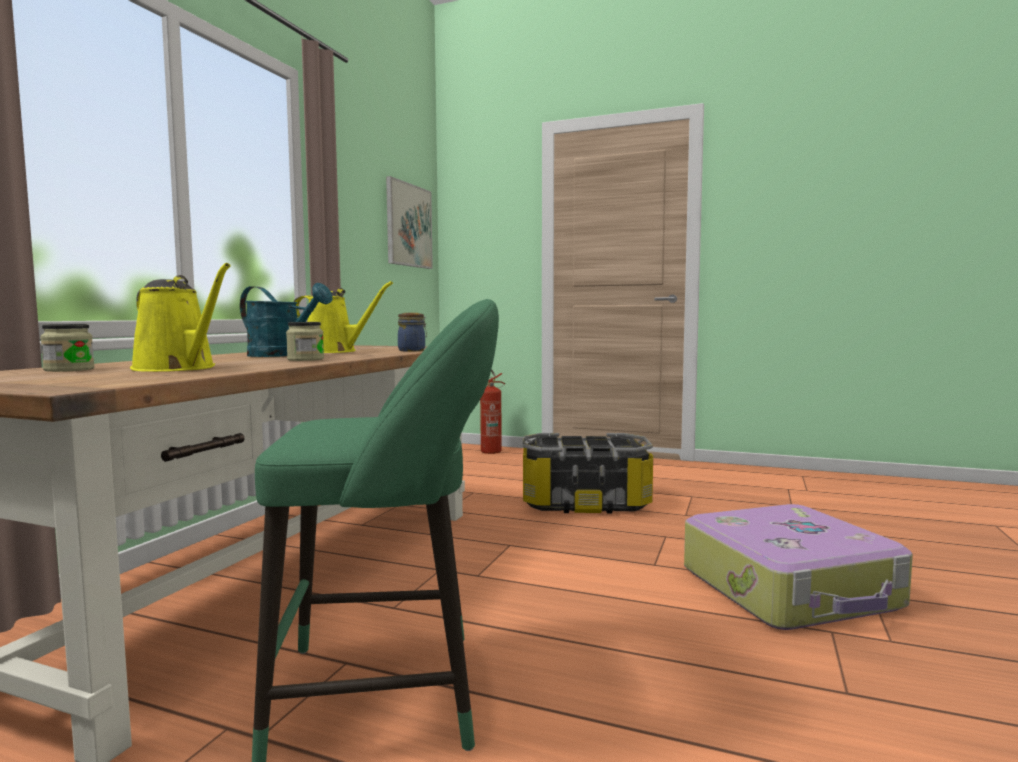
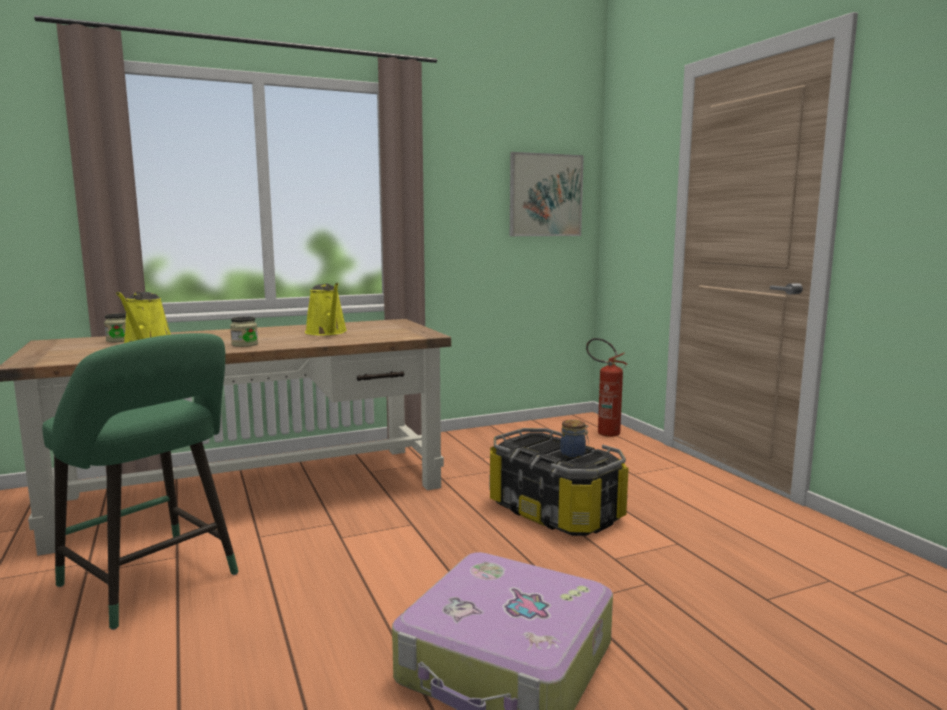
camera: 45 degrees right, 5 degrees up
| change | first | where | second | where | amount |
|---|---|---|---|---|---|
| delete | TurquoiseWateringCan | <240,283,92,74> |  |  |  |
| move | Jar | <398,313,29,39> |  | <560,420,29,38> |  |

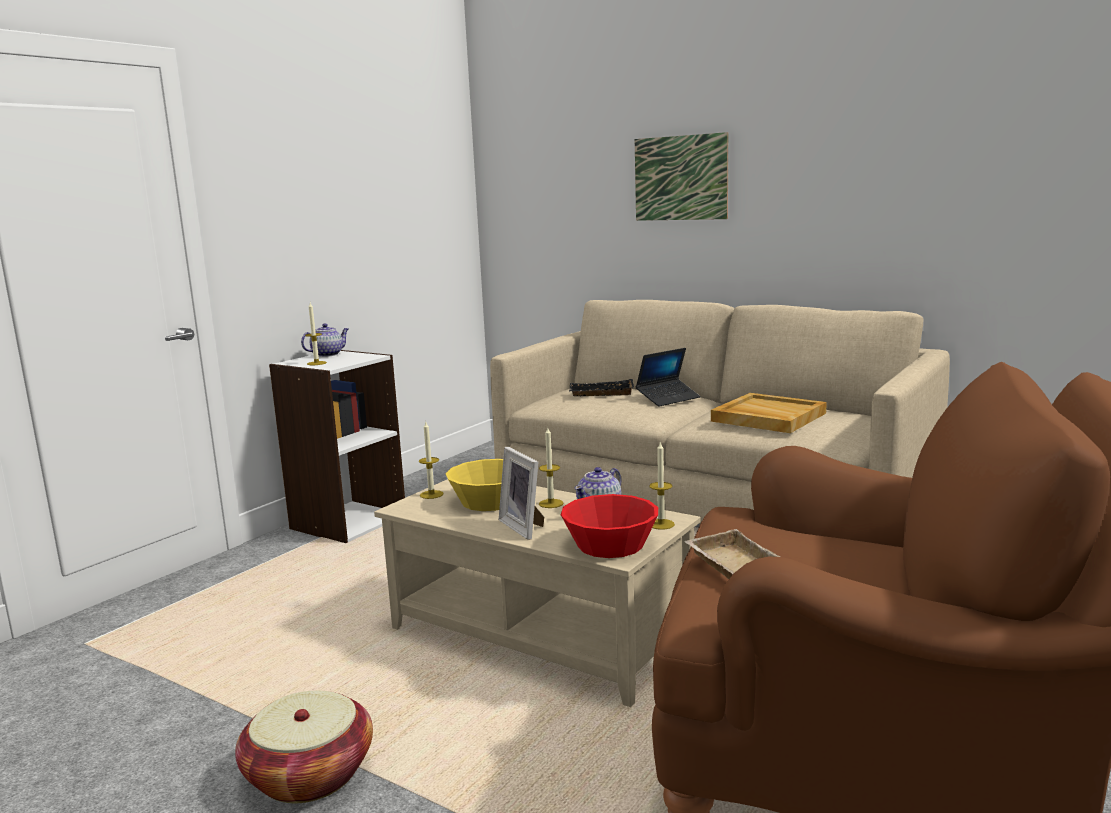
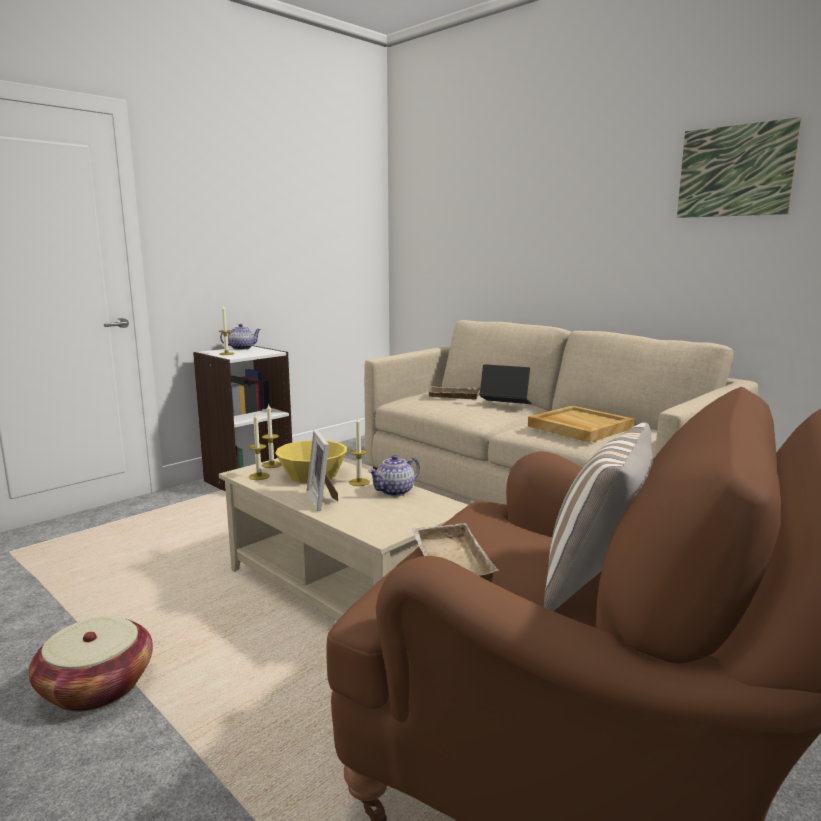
camera: 10 degrees right, 0 degrees up
| change | first | where | second | where | amount |
|---|---|---|---|---|---|
| delete | RedBowl | <561,494,97,64> |  |  |  |
| recolor | BlackTray | <569,379,65,17> | BeigeTray | <426,386,54,13> |  |
| move | Picture | <635,132,93,89> |  | <677,117,125,101> |  |
| rotate | Laptop | <635,348,65,59> |  | <479,364,53,40> | 135 degrees counterclockwise |
| move | Candle | <649,443,26,87> |  | <248,413,22,67> |  |
| insert |  |  | Pillow | <544,422,109,189> |  |

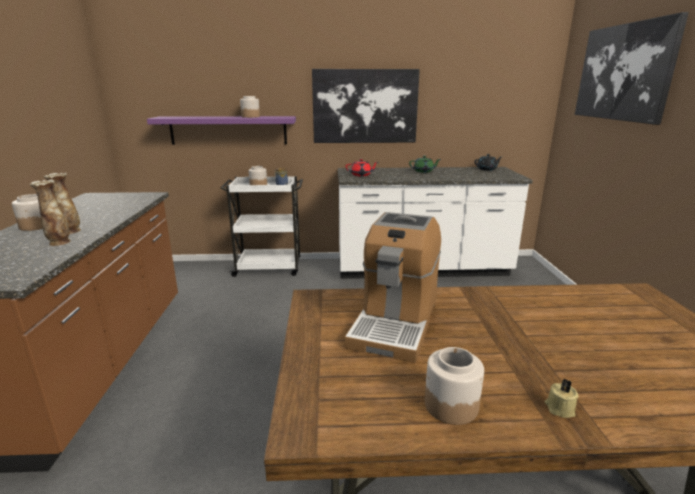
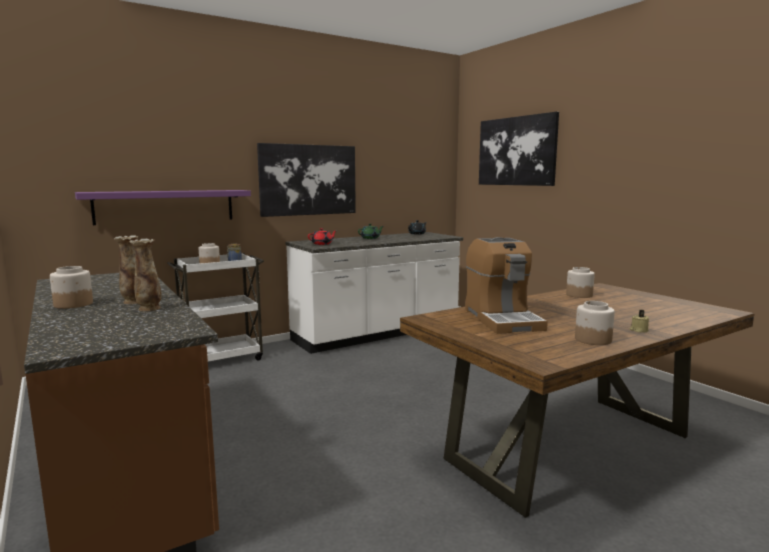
camera: 30 degrees left, 10 degrees down
| change | first | where | second | where | amount |
|---|---|---|---|---|---|
| move | Jar | <240,96,20,22> |  | <566,267,29,31> |  |

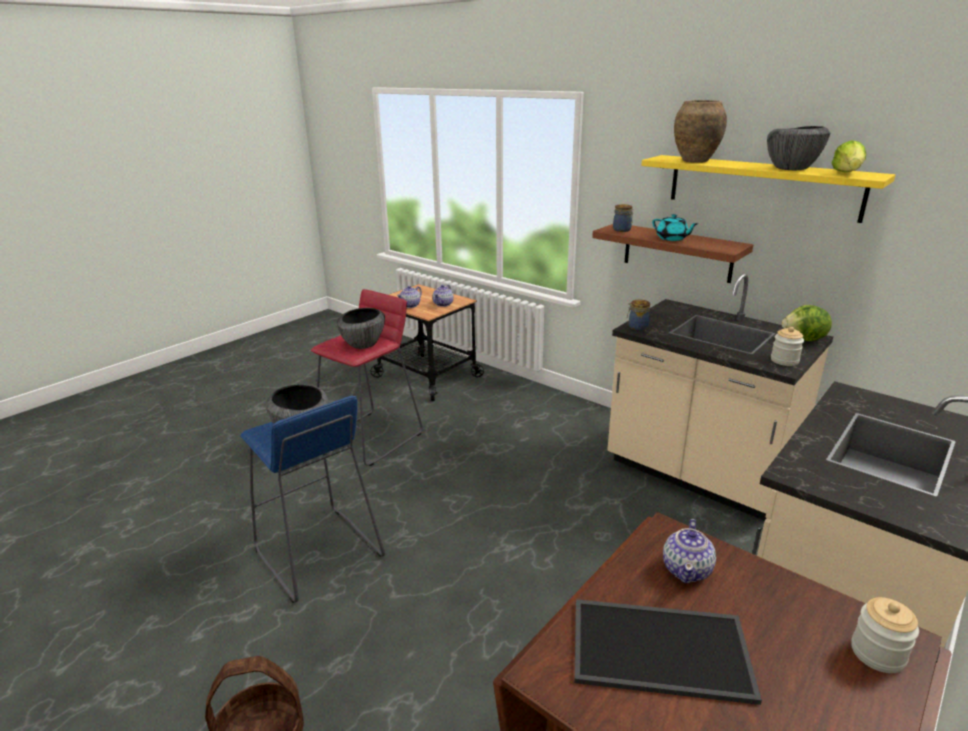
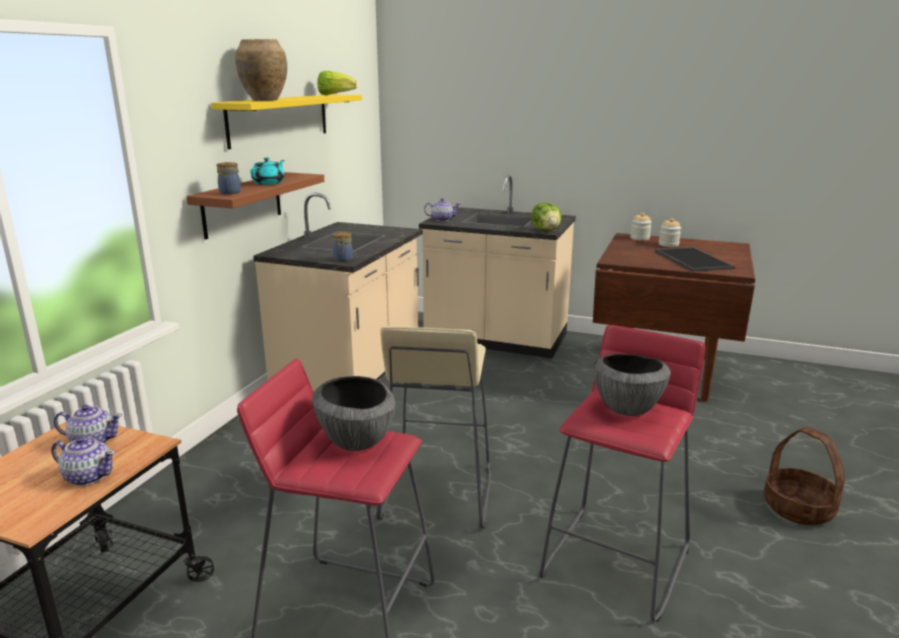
camera: 110 degrees left, 5 degrees down
| change | first | where | second | where | amount |
|---|---|---|---|---|---|
| recolor | BlueStool | <240,396,145,207> | RedStool | <539,325,166,297> |  |
| move | Teapot | <663,519,53,64> |  | <424,198,36,23> |  |
| delete | Bowl | <767,126,63,44> |  |  |  |
| move | Jar | <771,327,33,39> |  | <659,218,22,29> |  |
| move | Lettuce | <782,305,50,36> |  | <531,203,31,28> |  |
| insert |  |  | BeigeStool | <376,326,116,203> |  |

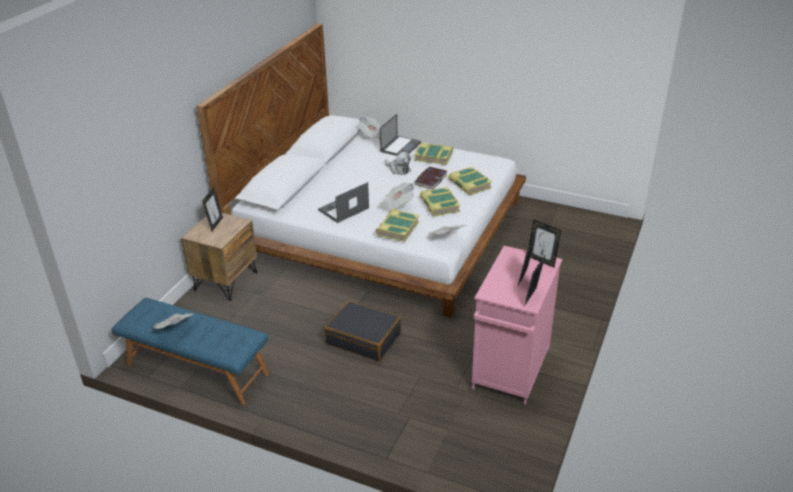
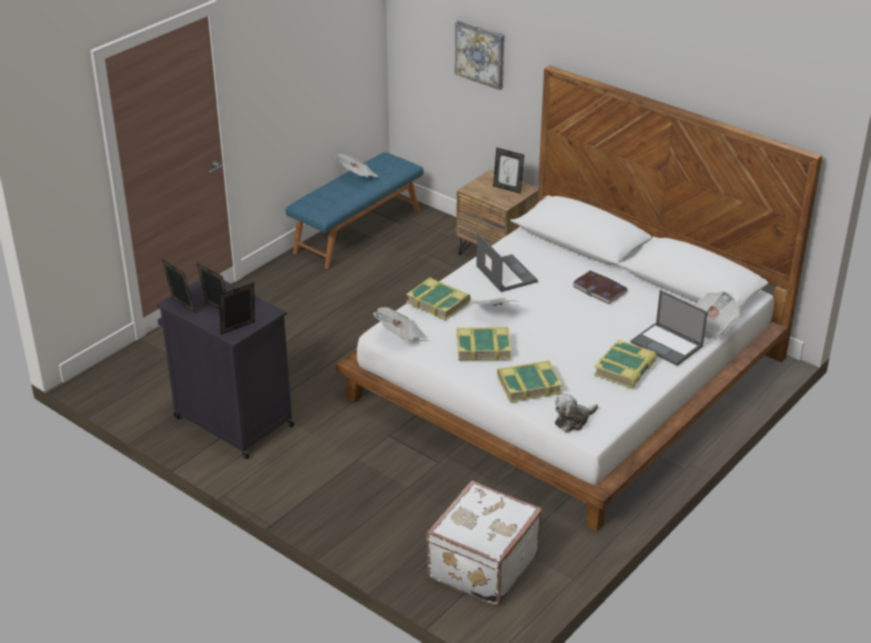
camera: 105 degrees right, 0 degrees up
| change | first | where | second | where | amount |
|---|---|---|---|---|---|
| delete | BlackSuitcase | <325,301,76,60> |  |  |  |
| move | PlushToy | <385,152,26,23> |  | <555,394,43,38> |  |
| move | Book | <415,167,32,22> |  | <572,271,55,33> |  |
| recolor | PinkCabinet | <472,246,90,159> | BlackCabinet | <157,279,137,180> |  |
| insert |  |  | WhiteSuitcase | <426,480,116,125> |  |
| insert |  |  | Picture | <455,20,50,70> |  |

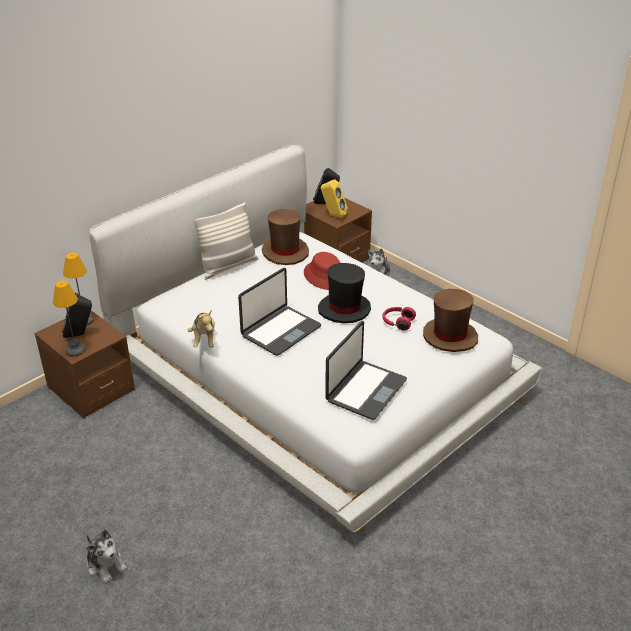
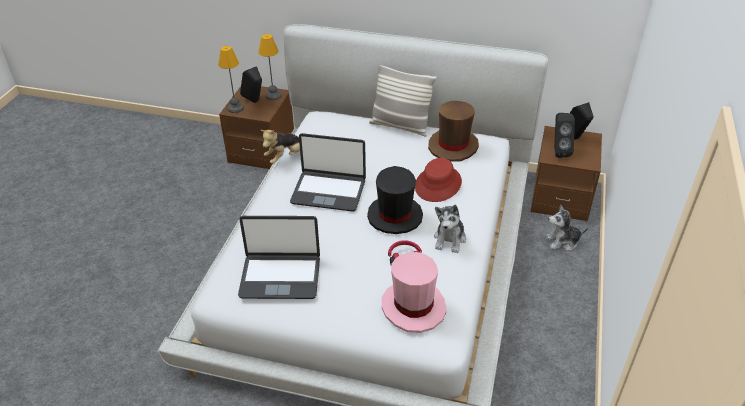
camera: 60 degrees right, 5 degrees up
| change | first | where | second | where | amount |
|---|---|---|---|---|---|
| move | PlushToy | <86,530,41,53> |  | <434,205,32,48> |  |
| recolor | YellowSpeaker | <321,179,27,39> | BlackSpeaker | <554,113,21,45> |  |
| recolor | BrownHat | <423,289,55,63> | PinkHat | <381,252,66,81> |  |

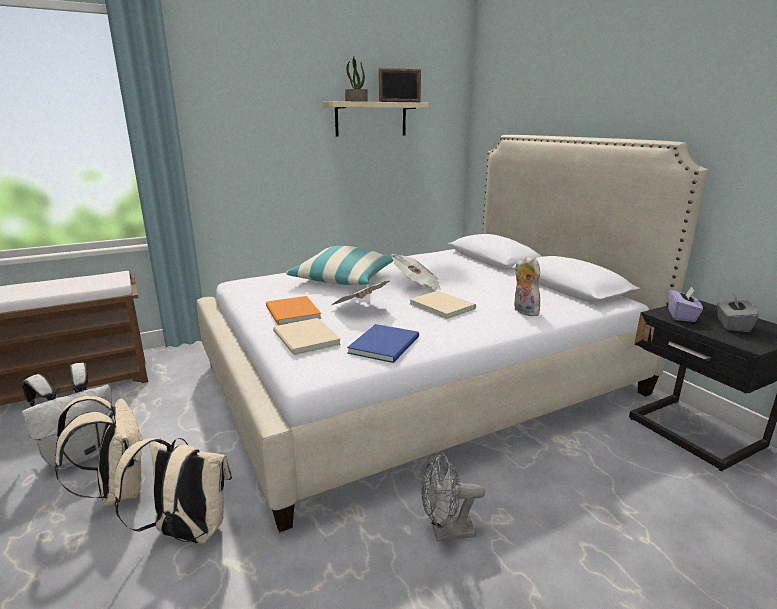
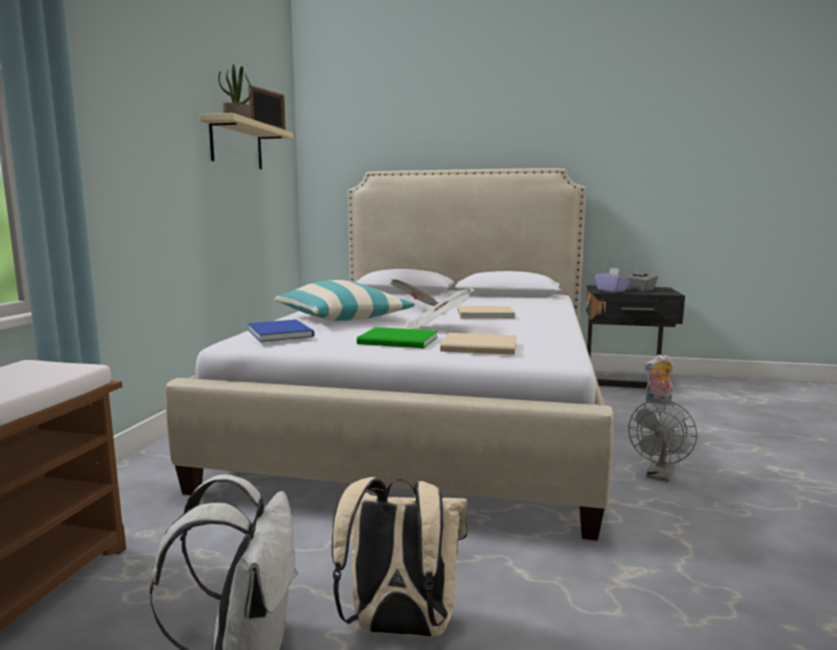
camera: 50 degrees left, 10 degrees down
| change | first | where | second | where | amount |
|---|---|---|---|---|---|
| delete | BeigeBackpack | <114,438,118,106> |  |  |  |
| recolor | OrangeBook | <266,296,56,29> | GreenBook | <357,327,81,21> |  |
| move | BlueBook | <347,324,72,39> |  | <248,320,66,22> |  |
| move | PlushToy | <514,256,26,60> |  | <643,355,30,50> |  |

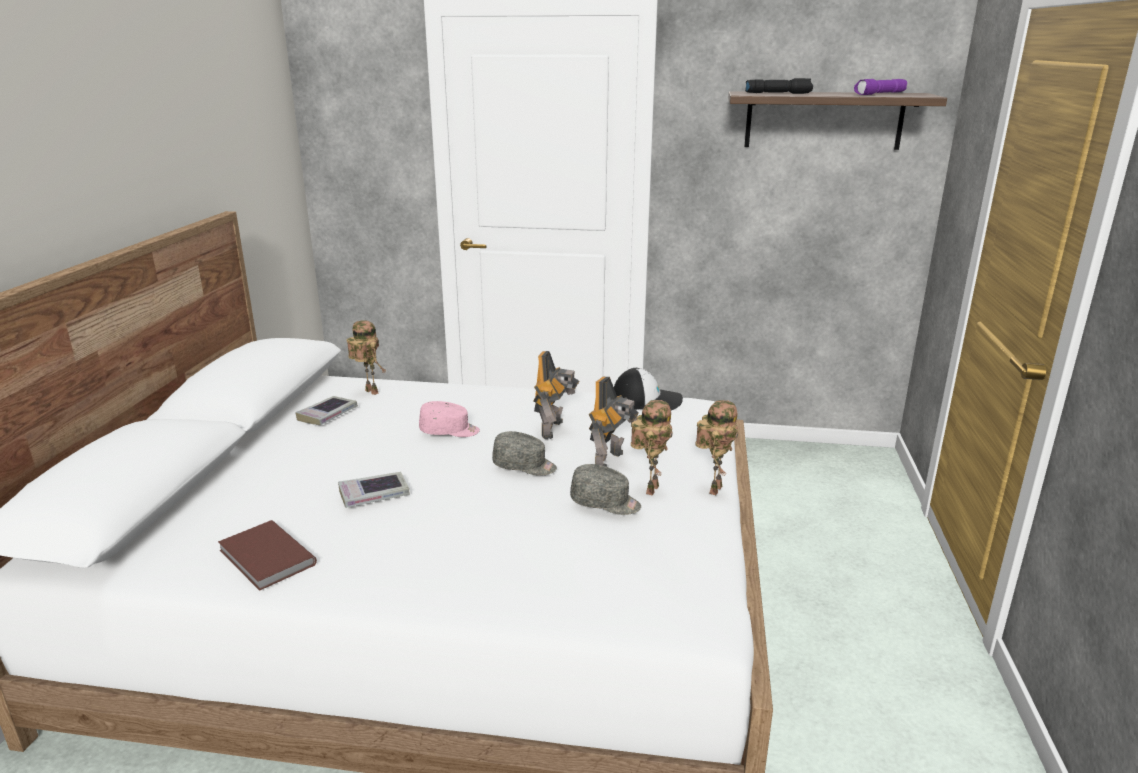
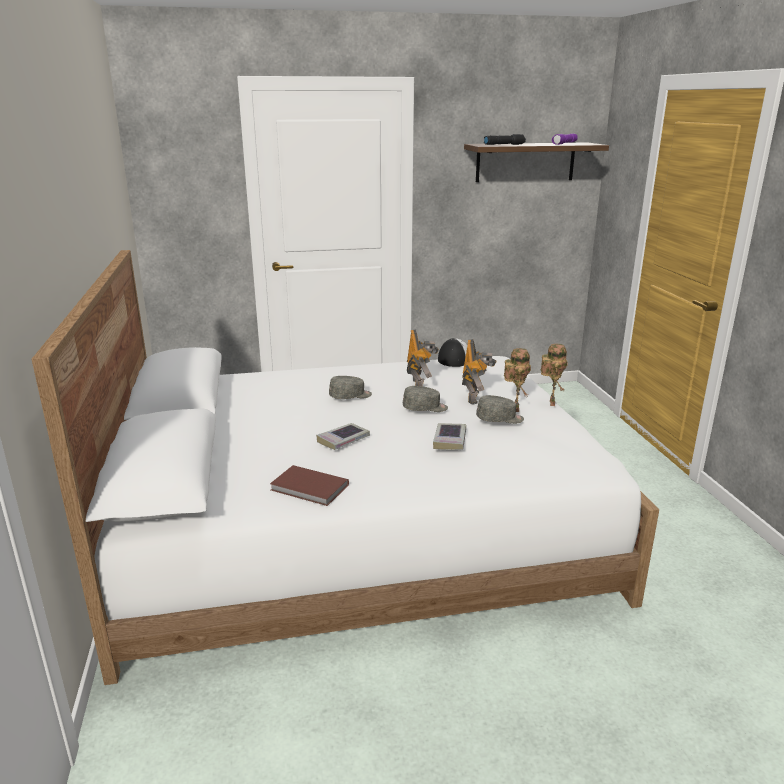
camera: 20 degrees left, 0 degrees up
| change | first | where | second | where | amount |
|---|---|---|---|---|---|
| move | Book | <295,396,63,29> |  | <433,423,33,27> |  |
| delete | ToyRobot | <347,320,39,75> |  |  |  |
| recolor | PinkCap | <419,401,61,36> | GreyCap | <329,376,43,23> |  |

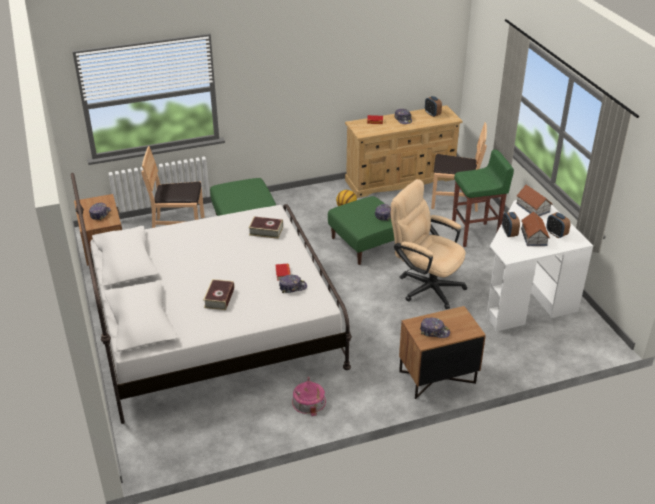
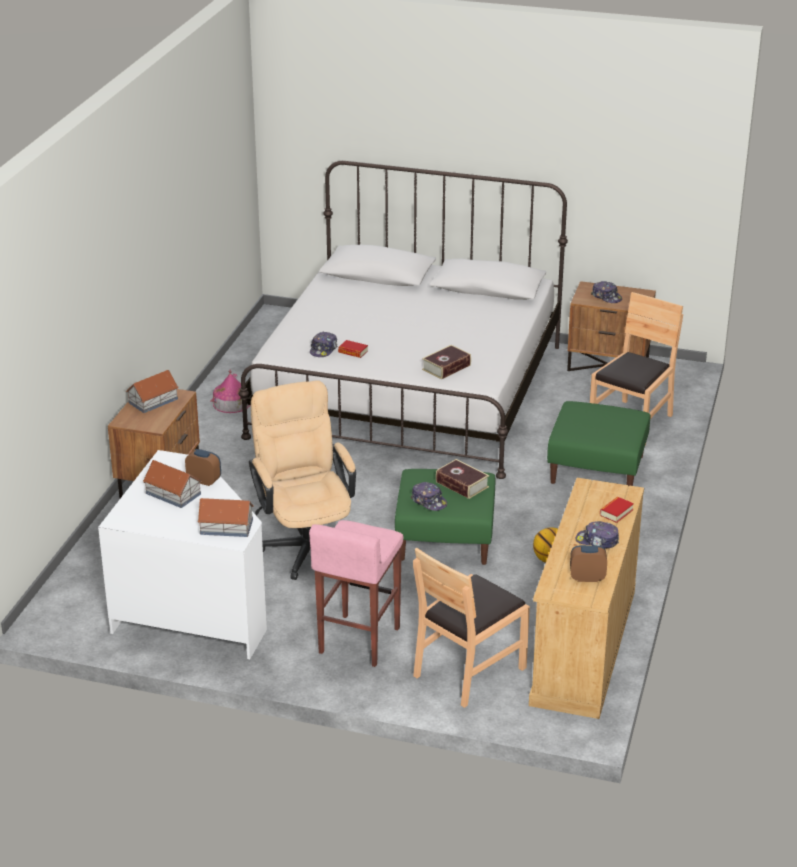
camera: 125 degrees right, 5 degrees down
| change | first | where | second | where | amount |
|---|---|---|---|---|---|
| move | Book | <203,279,31,31> |  | <436,459,53,40> |  |
| rotate | BeigeOfficeChair | <391,179,76,130> |  | <249,380,107,200> | 90 degrees counterclockwise |
| replace | Cap | <420,317,30,21> | ToyHouse | <126,370,53,43> |  |
| recolor | GreenStool | <451,150,63,97> | PinkStool | <309,520,94,147> |  |
| delete | AlarmClock | <546,212,25,26> |  |  |  |

